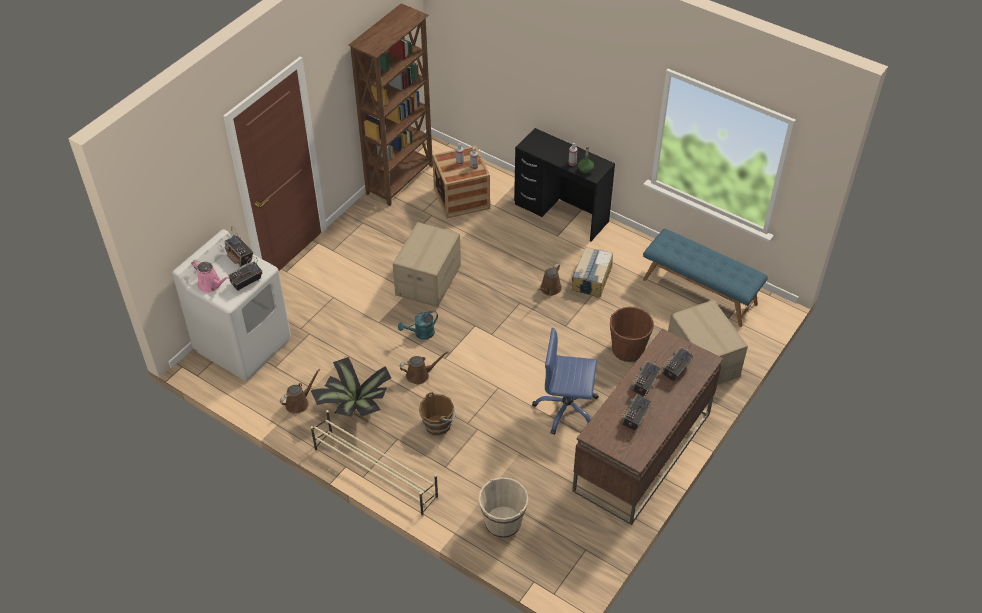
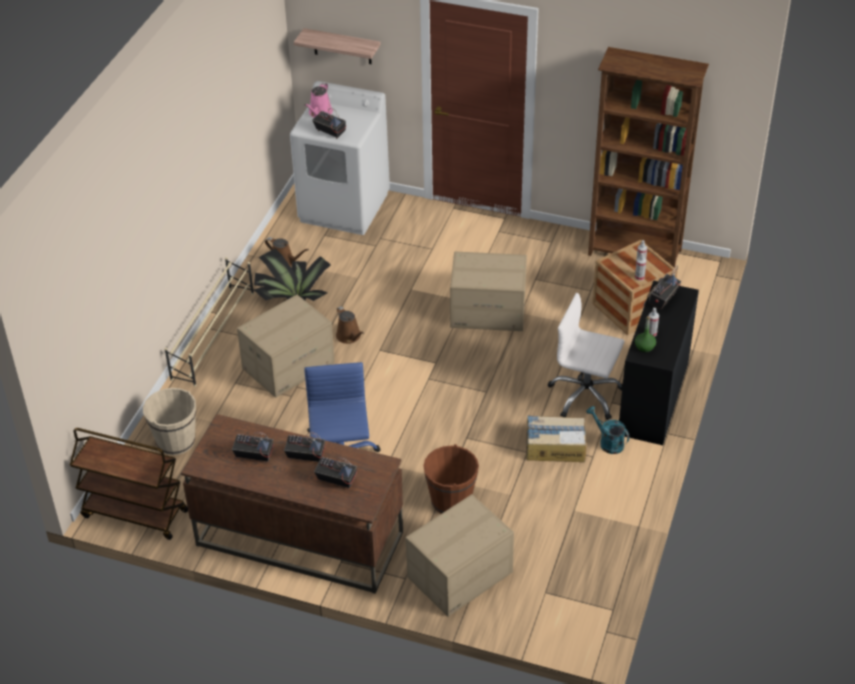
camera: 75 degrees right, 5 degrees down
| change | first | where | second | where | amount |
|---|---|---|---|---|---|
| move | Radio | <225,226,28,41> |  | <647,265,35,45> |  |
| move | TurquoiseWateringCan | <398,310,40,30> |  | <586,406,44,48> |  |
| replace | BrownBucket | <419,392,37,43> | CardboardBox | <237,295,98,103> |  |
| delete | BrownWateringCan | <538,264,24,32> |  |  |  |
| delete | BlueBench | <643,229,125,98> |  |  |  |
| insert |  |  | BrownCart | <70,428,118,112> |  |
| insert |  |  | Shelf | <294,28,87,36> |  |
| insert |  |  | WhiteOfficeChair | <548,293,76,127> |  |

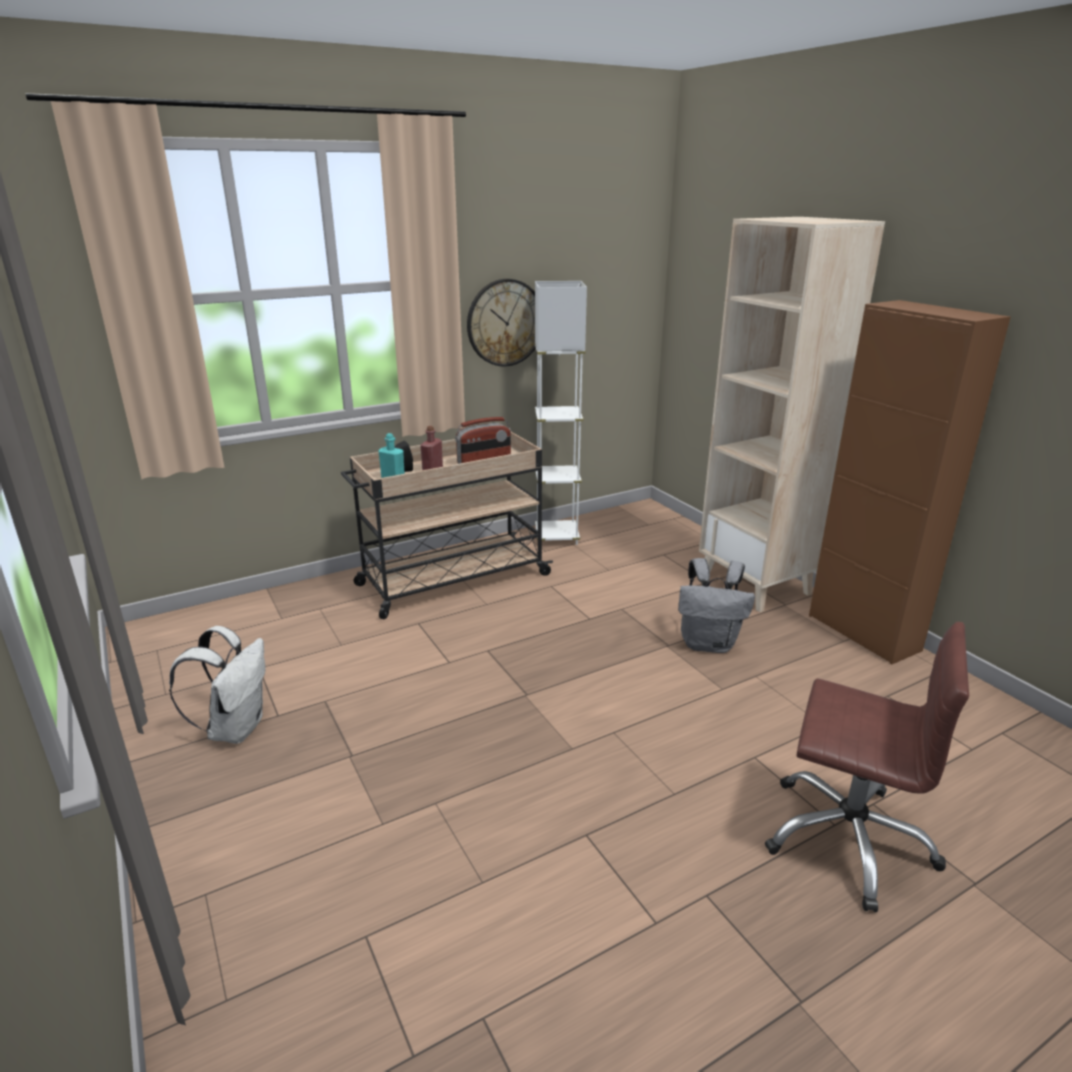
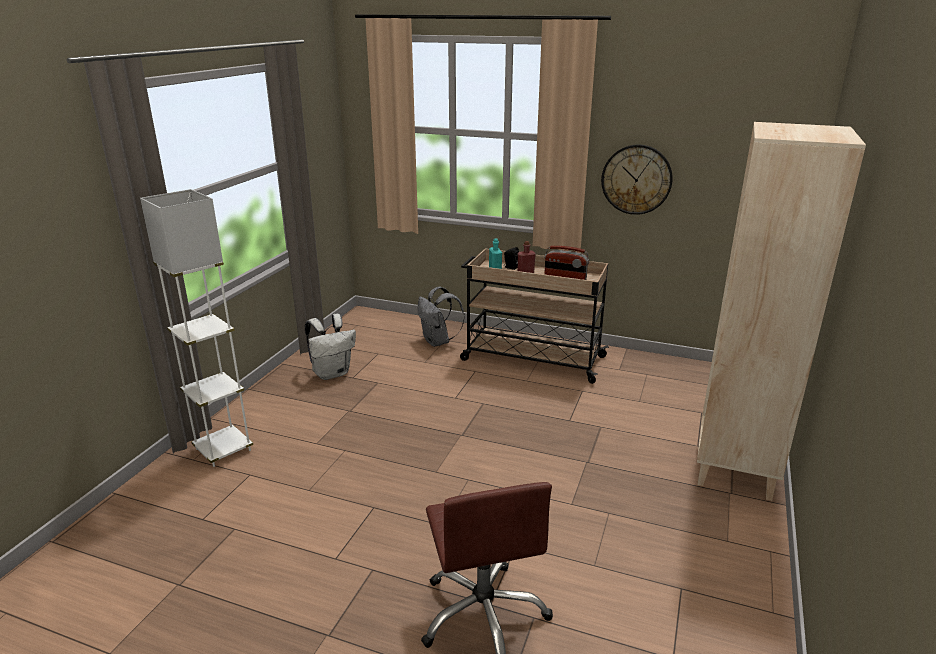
camera: 50 degrees right, 0 degrees up
| change | first | where | second | where | amount |
|---|---|---|---|---|---|
| move | WhiteFloorLamp | <535,281,52,264> |  | <140,189,113,278> |  |
| move | GreyBackpack | <678,558,77,95> |  | <418,287,47,60> |  |
| delete | BrownCabinet | <809,300,202,365> |  |  |  |

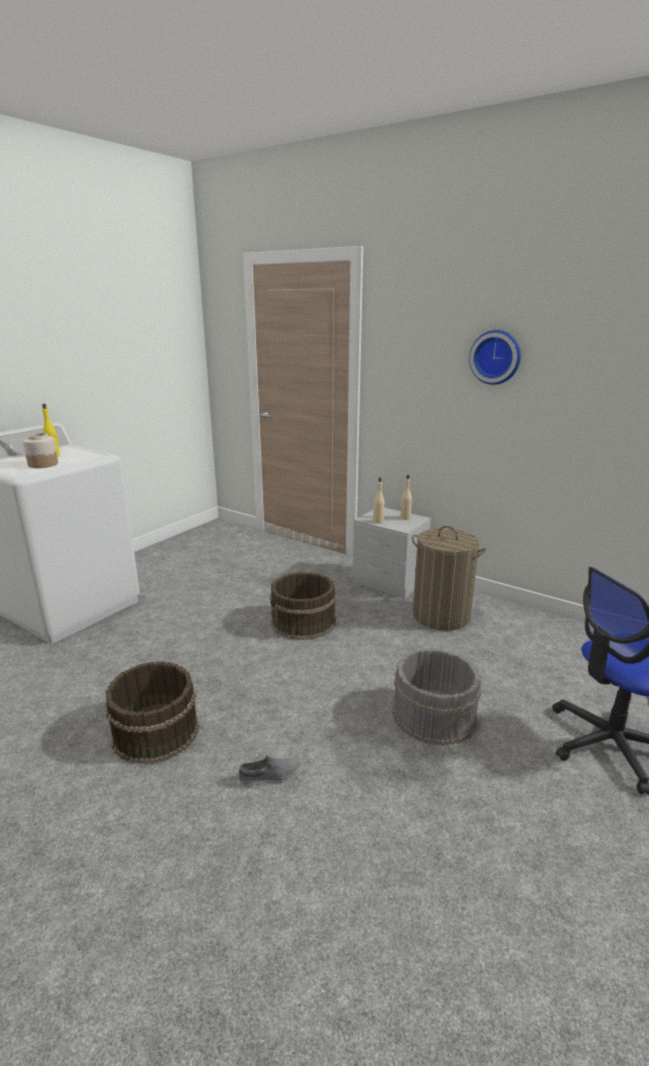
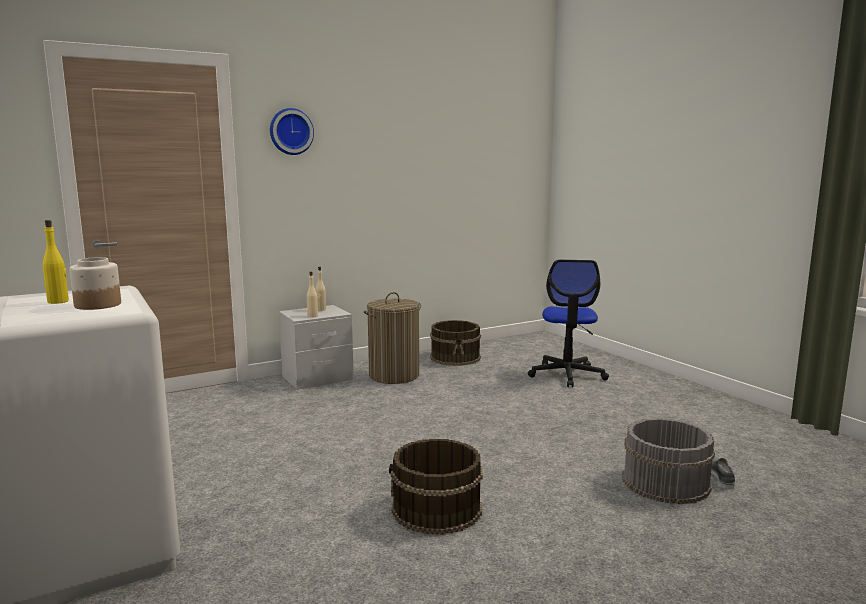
camera: 65 degrees left, 10 degrees down
| change | first | where | second | where | amount |
|---|---|---|---|---|---|
| move | GreyShoe | <239,755,65,32> |  | <711,457,24,32> |  |
| move | BrownBucket | <270,572,66,68> |  | <430,320,51,46> |  |
| move | GreyBucket | <392,648,89,98> |  | <622,418,93,86> |  |
| move | WallClock | <469,330,52,55> |  | <270,108,44,47> |  |

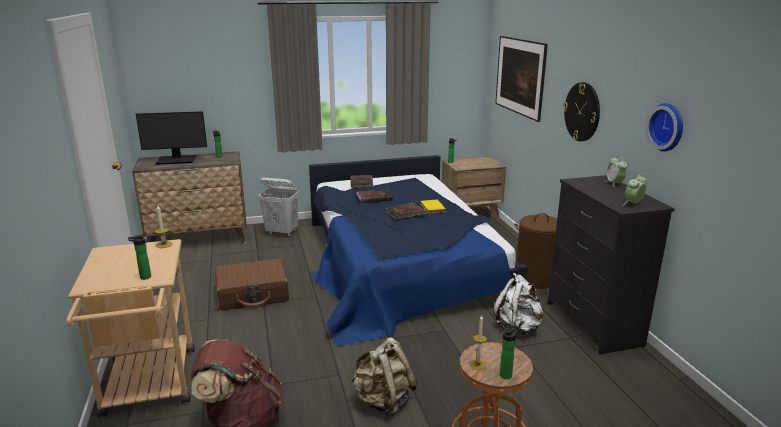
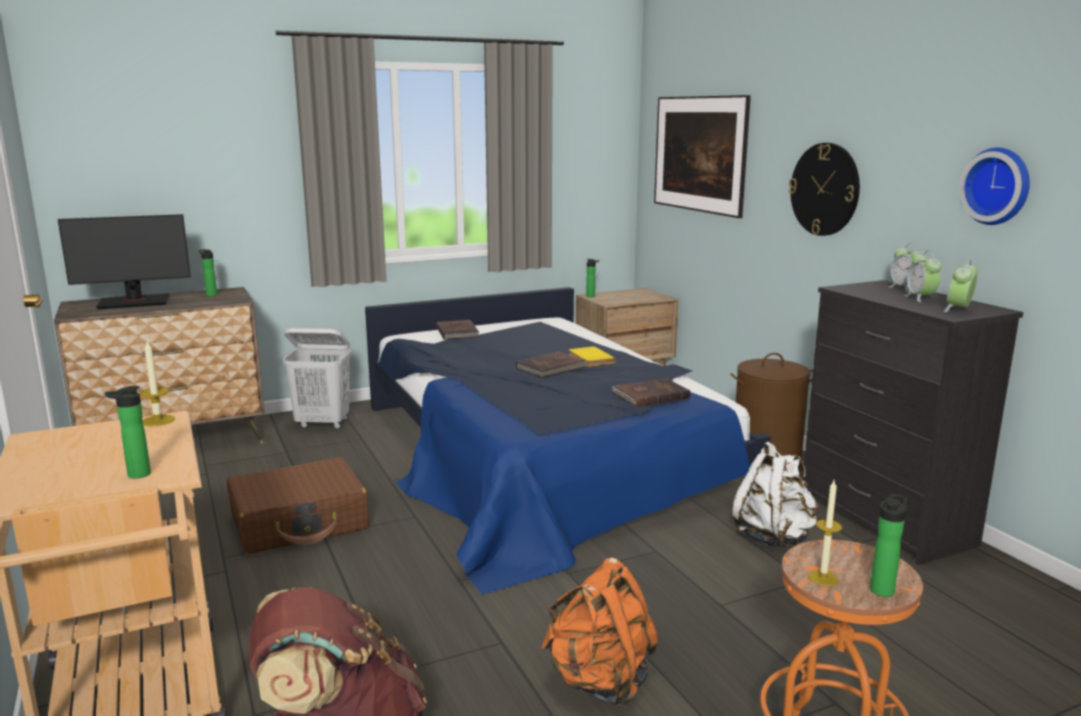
camera: 10 degrees left, 5 degrees down
| change | first | where | second | where | amount |
|---|---|---|---|---|---|
| recolor | BeigeBackpack | <351,337,67,80> | OrangeBackpack | <541,557,118,150> |  |
| move | BrownBook | <357,189,36,14> |  | <611,378,79,29> |  |
| insert |  |  | AlarmClock | <904,250,38,52> |  |

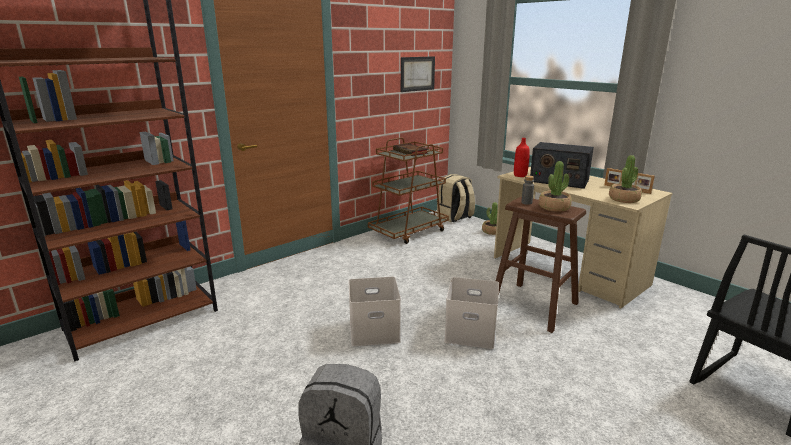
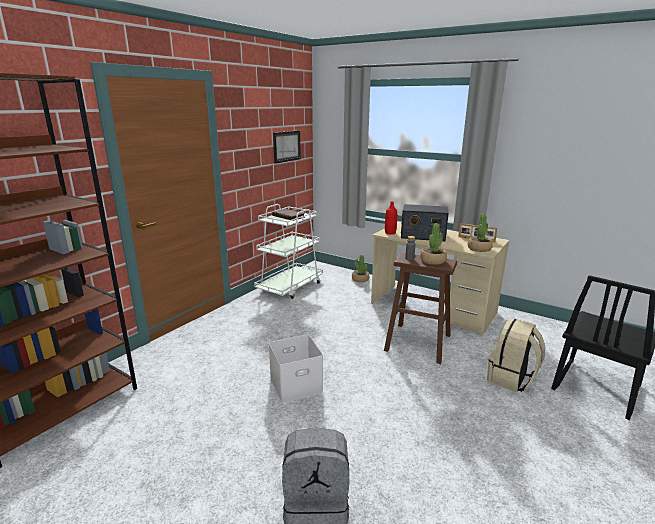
camera: 15 degrees left, 0 degrees up
| change | first | where | second | where | amount |
|---|---|---|---|---|---|
| recolor | BrownCart | <368,137,81,107> | WhiteCart | <254,204,69,95> |  |
| move | BeigeBackpack | <437,174,38,48> |  | <487,318,59,74> |  |
| delete | WhiteStorageBox | <444,277,55,72> |  |  |  |

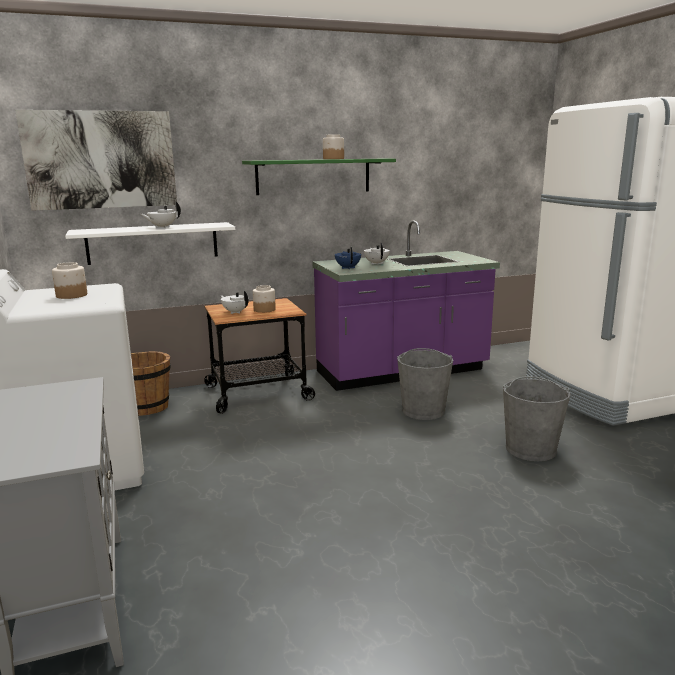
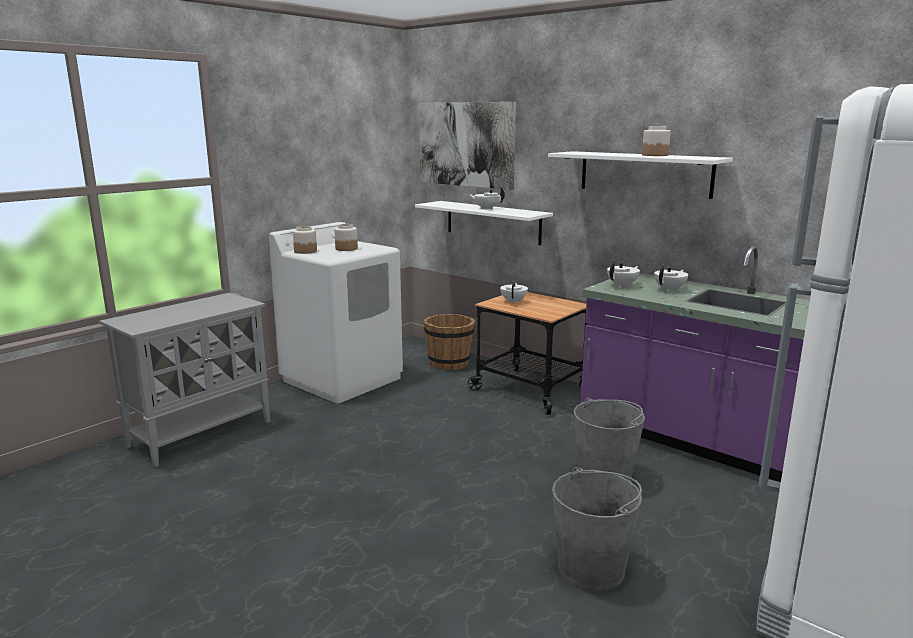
camera: 60 degrees right, 0 degrees up
| change | first | where | second | where | amount |
|---|---|---|---|---|---|
| recolor | GreenShelf | <242,159,154,36> | WhiteShelf | <548,151,185,48> |  |
| move | Jar | <253,285,23,28> |  | <293,226,24,28> |  |
| recolor | BlueTeapot | <335,247,26,22> | WhiteTeapot | <607,261,33,27> |  |

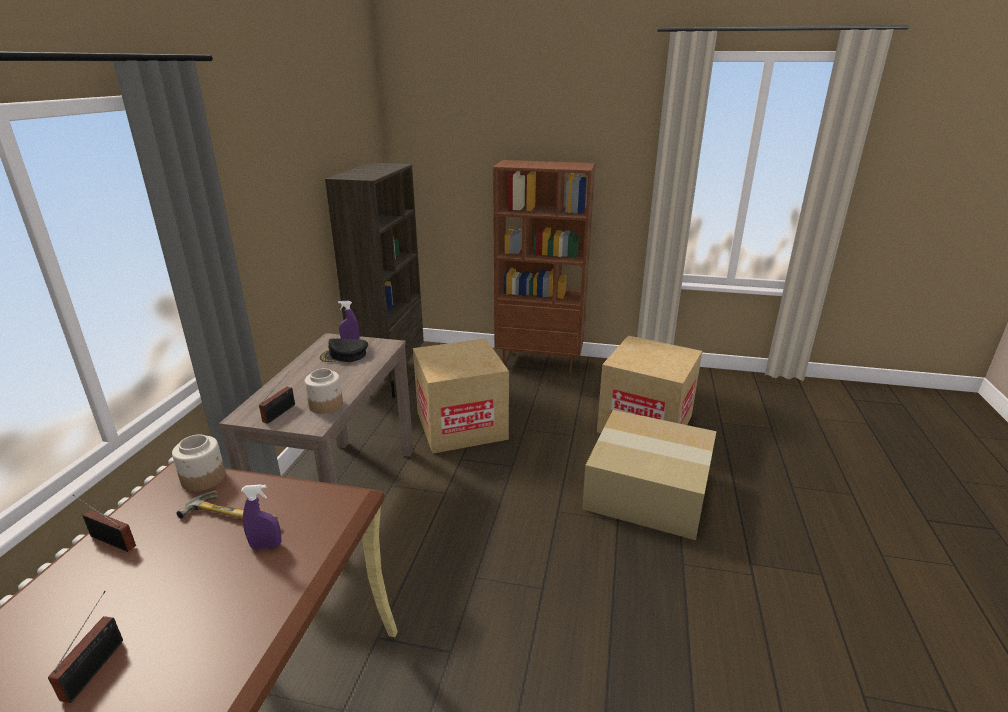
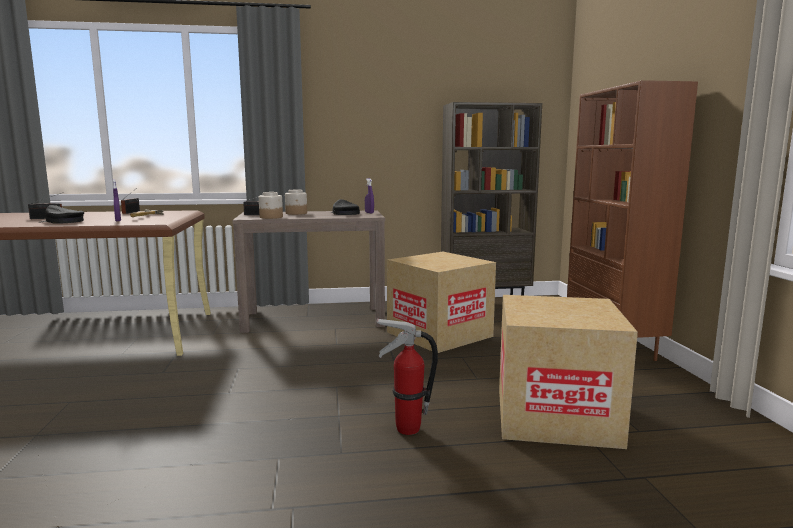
camera: 70 degrees right, 15 degrees down
| change | first | where | second | where | amount |
|---|---|---|---|---|---|
| move | Jar | <172,434,53,58> |  | <285,190,22,25> |  |
| replace | CardboardBox | <582,410,134,130> | FireExtinguisher | <377,318,61,117> |  |
| insert |  |  | BlackCap | <39,205,45,19> |  |

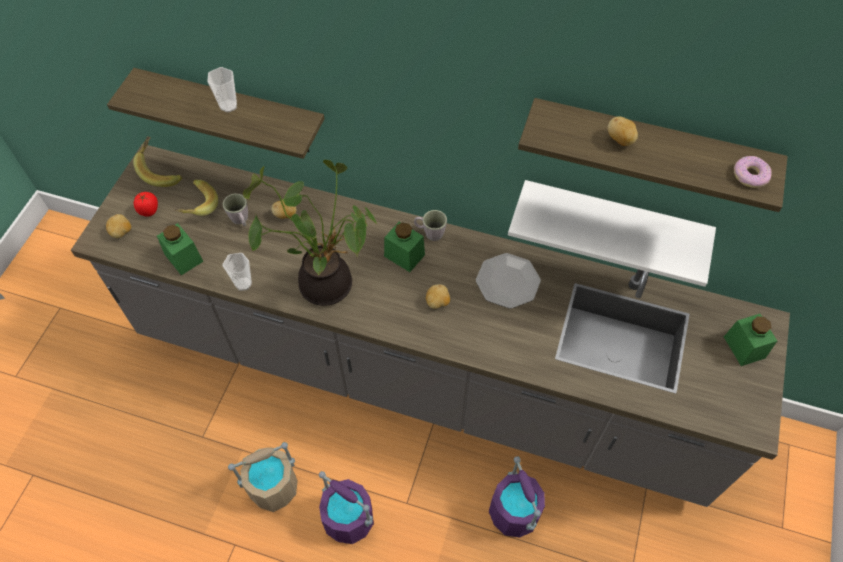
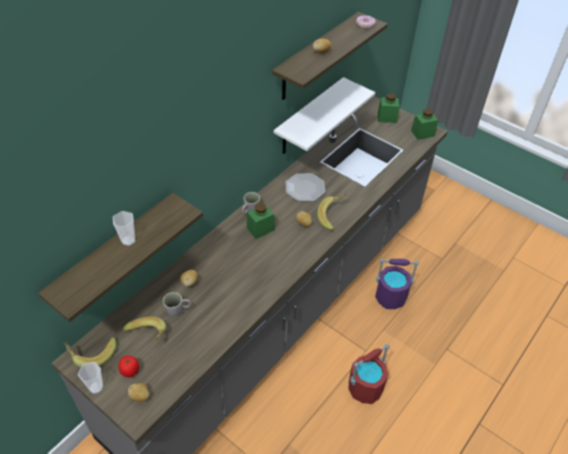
camera: 70 degrees left, 10 degrees down
| change | first | where | second | where | amount |
|---|---|---|---|---|---|
| move | GreenJar | <157,223,46,52> |  | <411,109,27,31> |  |
| move | Cup | <223,253,29,38> |  | <78,362,26,32> |  |
| delete | BeigeBucket | <228,442,70,70> |  |  |  |
| delete | PottedPlant | <243,160,135,146> |  |  |  |
| recolor | PurpleBucket | <319,471,55,73> | RedBucket | <349,344,41,60> |  |
| insert |  |  | Banana | <317,194,30,36> |  |

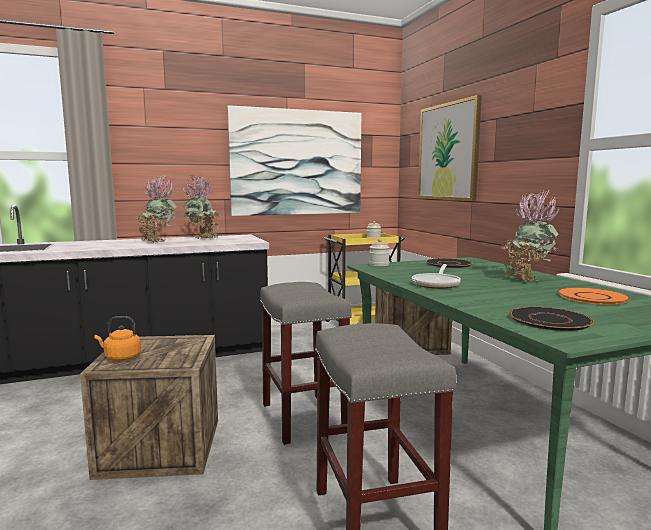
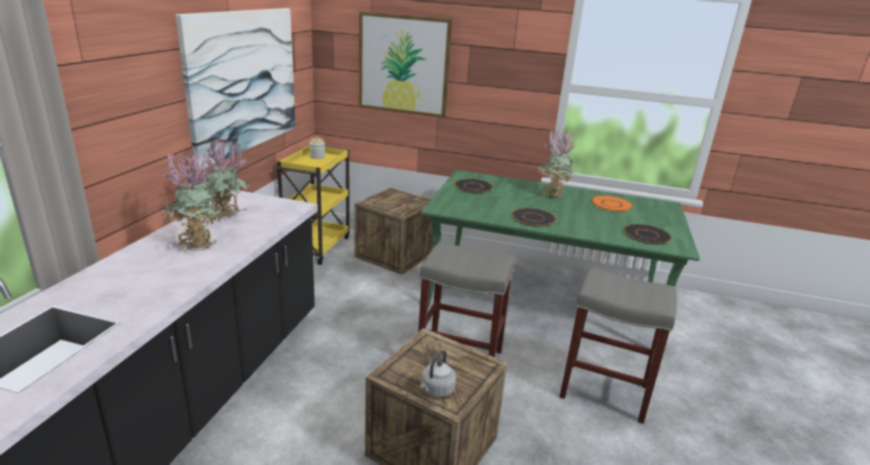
camera: 55 degrees left, 15 degrees up
| change | first | where | second | where | amount |
|---|---|---|---|---|---|
| recolor | OrangeKettle | <94,316,47,45> | GreyKettle | <420,350,36,48> |  |
| delete | Jar | <369,238,21,28> |  |  |  |
| replace | FryingPan | <412,264,49,25> | BlackPlate | <512,208,44,19> |  |

